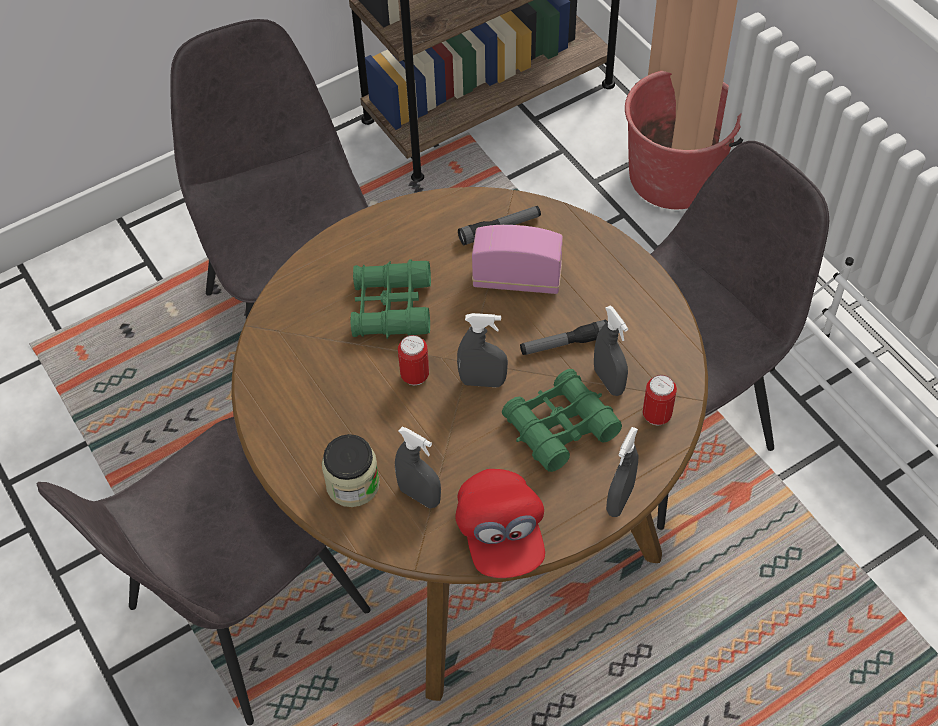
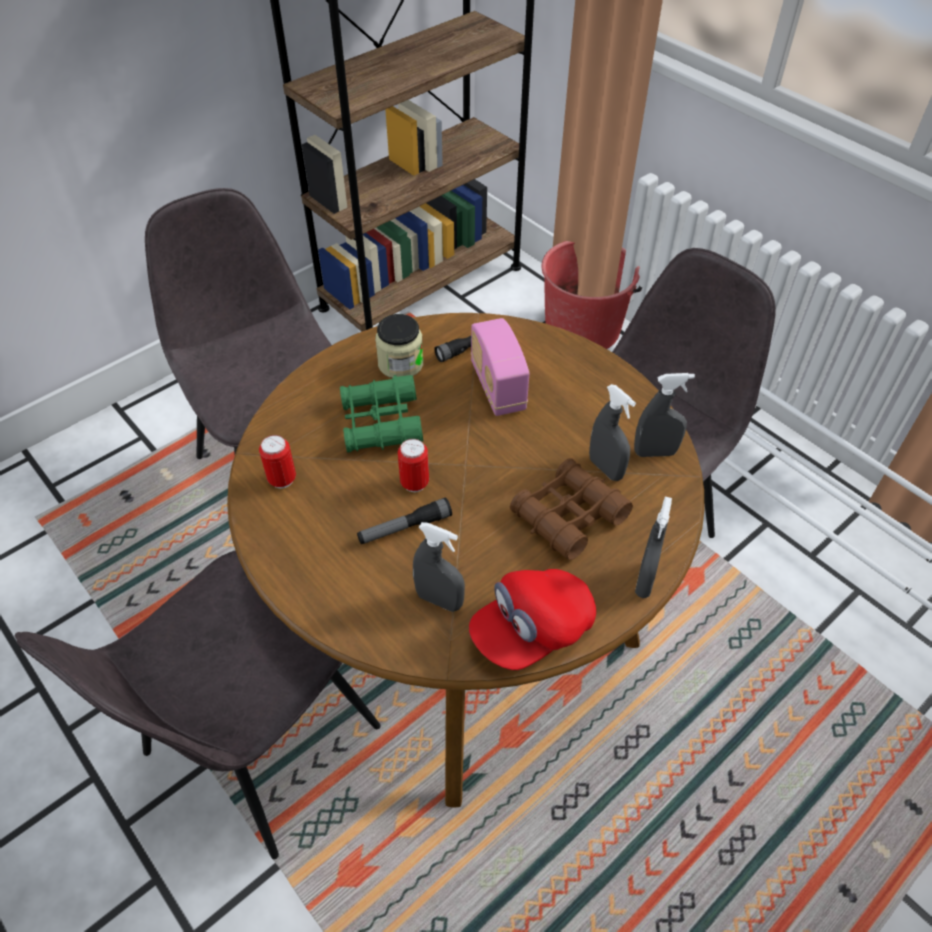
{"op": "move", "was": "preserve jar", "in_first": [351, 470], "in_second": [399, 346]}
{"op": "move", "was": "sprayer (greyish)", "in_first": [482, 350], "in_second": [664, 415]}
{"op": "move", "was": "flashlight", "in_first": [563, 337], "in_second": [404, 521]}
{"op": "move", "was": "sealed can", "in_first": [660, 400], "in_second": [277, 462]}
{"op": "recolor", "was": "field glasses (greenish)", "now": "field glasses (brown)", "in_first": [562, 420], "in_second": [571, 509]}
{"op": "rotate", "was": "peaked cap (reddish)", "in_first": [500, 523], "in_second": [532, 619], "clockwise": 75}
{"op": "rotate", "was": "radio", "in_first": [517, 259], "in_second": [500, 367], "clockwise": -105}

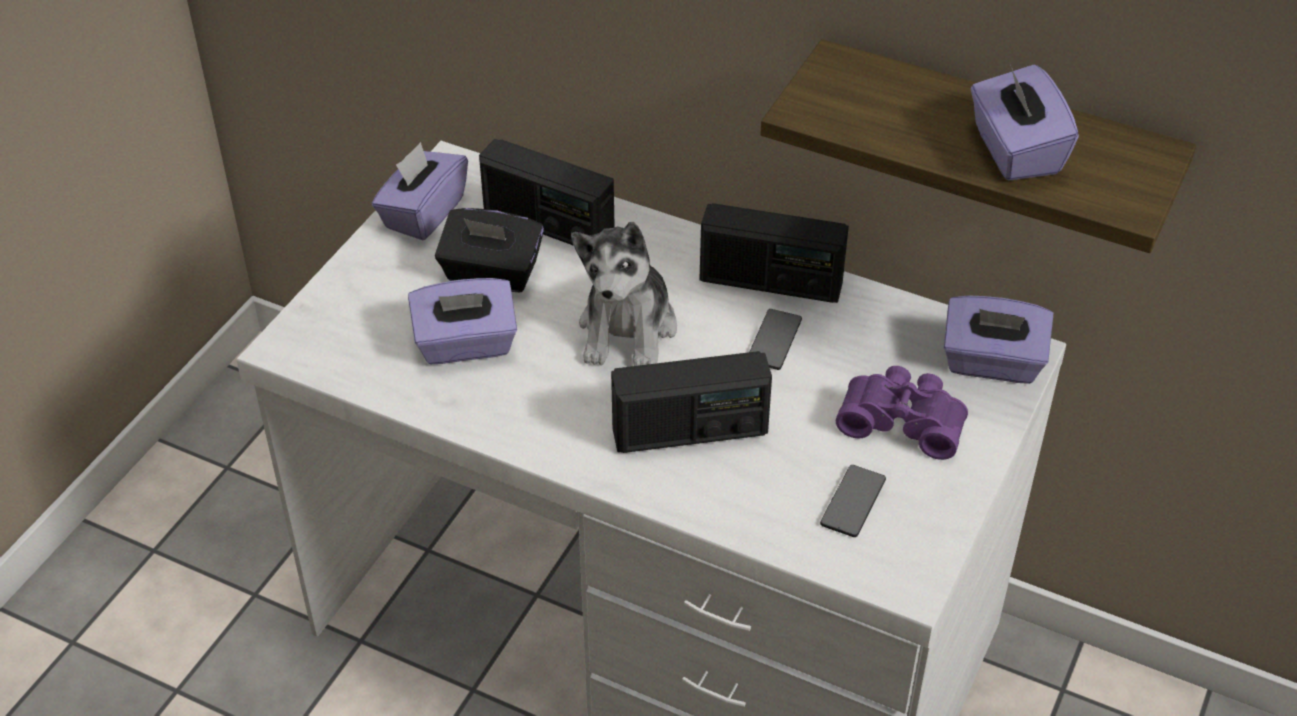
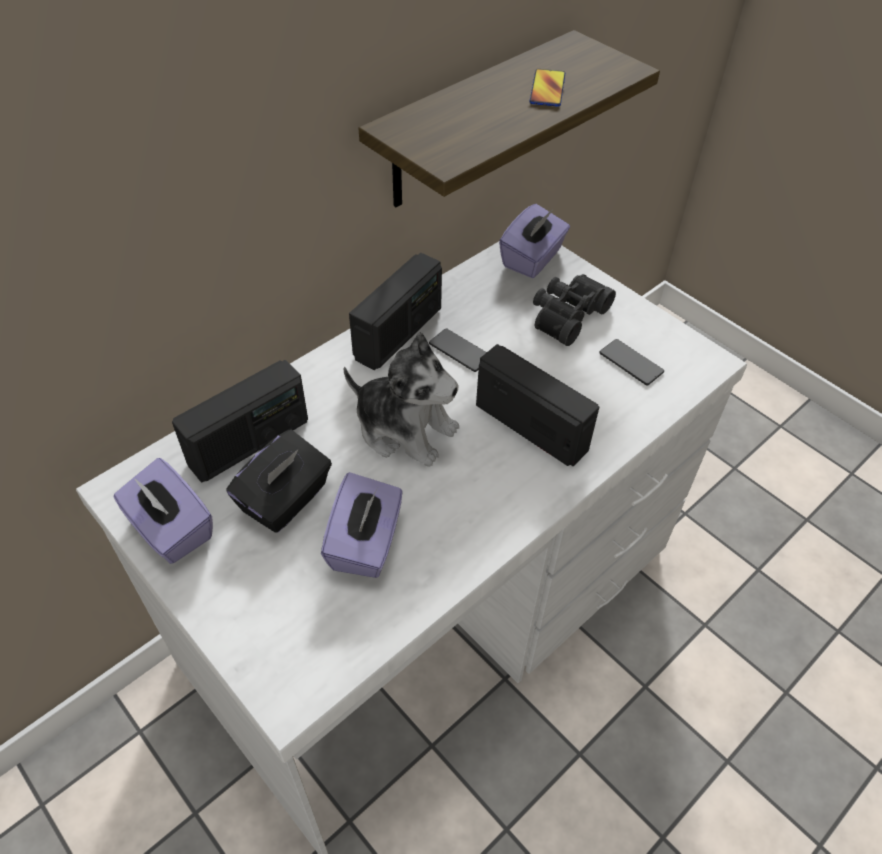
{"op": "replace", "was": "tissue box (purple-coloured)", "now": "phone", "in_first": [1025, 122], "in_second": [547, 88]}
{"op": "recolor", "was": "field glasses (purple-coloured)", "now": "field glasses (black-coloured)", "in_first": [902, 413], "in_second": [574, 310]}
{"op": "rotate", "was": "radio", "in_first": [691, 402], "in_second": [537, 405], "clockwise": -60}

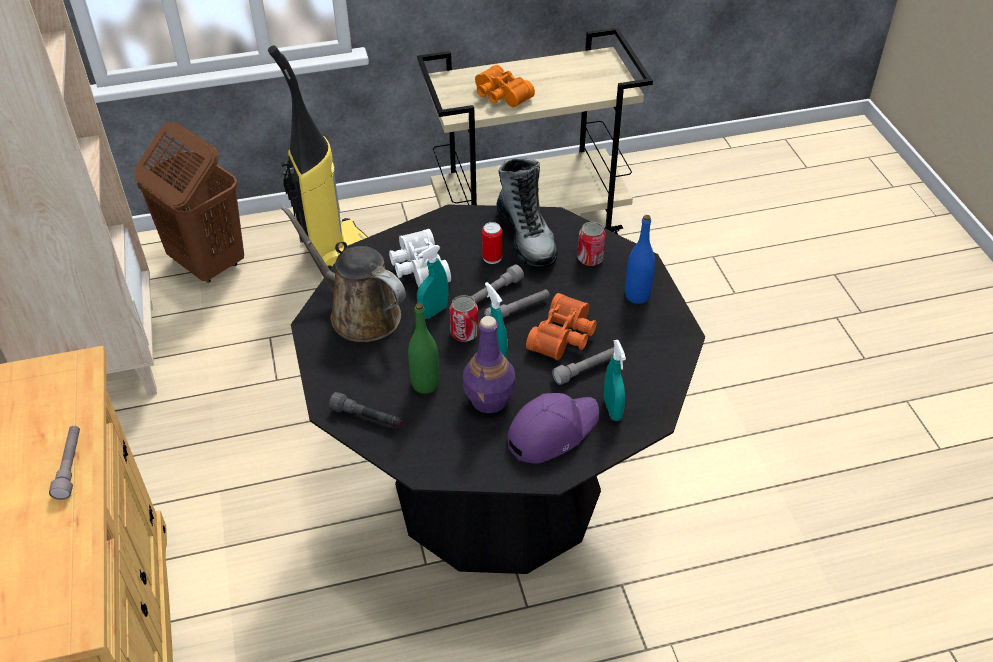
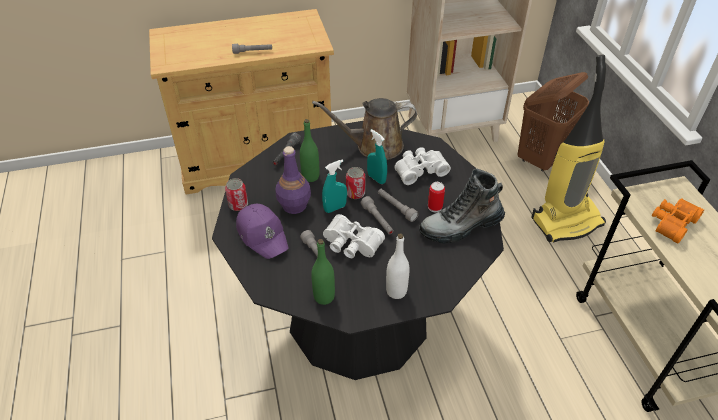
{"op": "delete", "was": "sprayer (turquoise)", "in_first": [615, 380]}
{"op": "insert", "now": "bottle (greenish)", "in_second": [323, 272]}
{"op": "move", "was": "sealed can", "in_first": [592, 244], "in_second": [236, 194]}
{"op": "recolor", "was": "field glasses (orange-coloured)", "now": "field glasses (whitish)", "in_first": [561, 326], "in_second": [354, 236]}
{"op": "recolor", "was": "bottle (bluish)", "now": "bottle (whitish)", "in_first": [640, 259], "in_second": [398, 266]}
{"op": "rotate", "was": "watering can (brown)", "in_first": [343, 273], "in_second": [364, 129], "clockwise": -135}

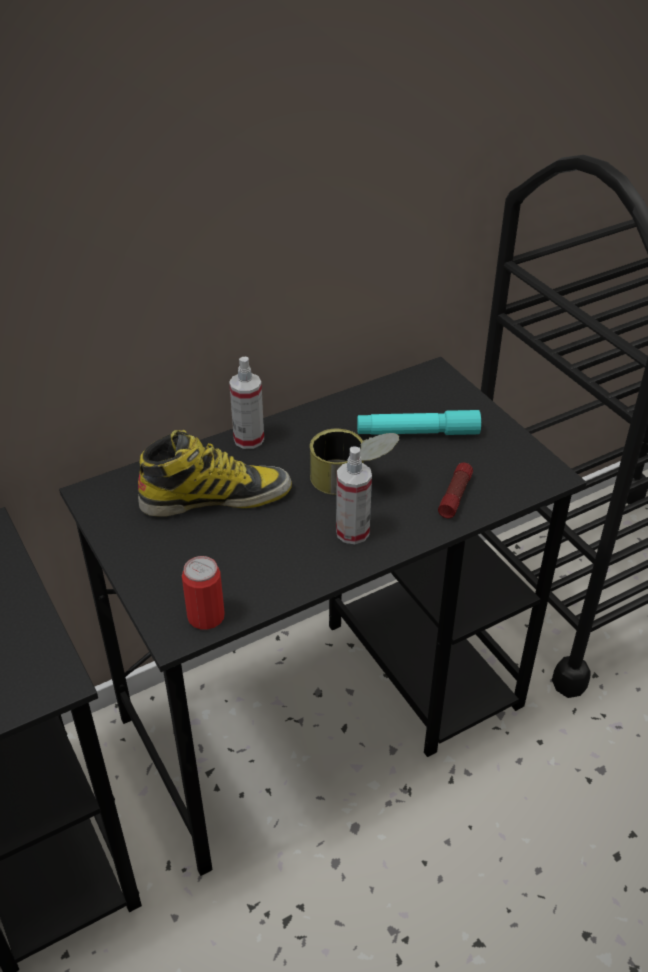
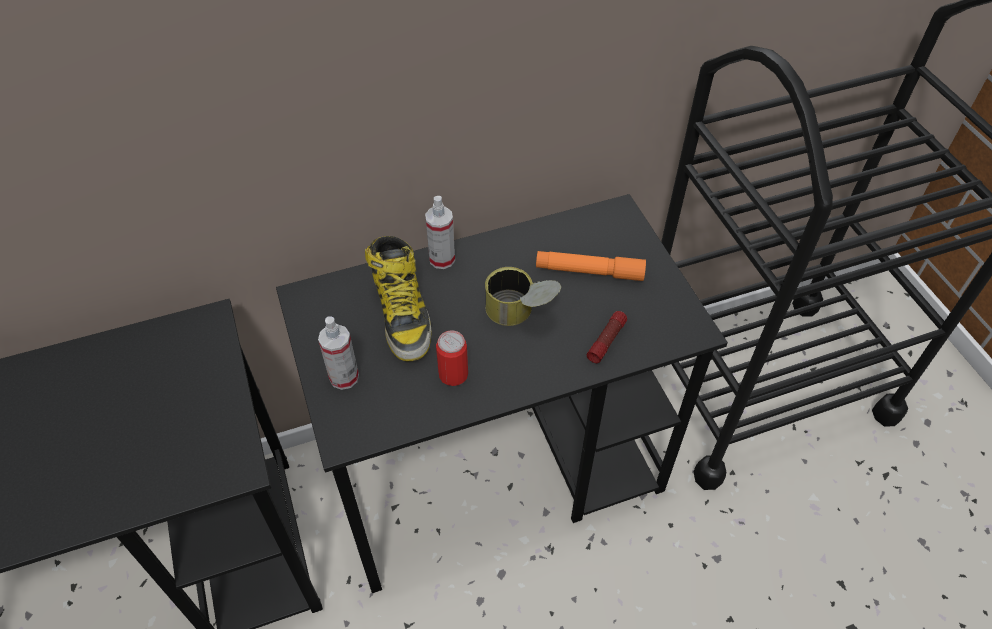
{"op": "move", "was": "sealed can", "in_first": [203, 593], "in_second": [452, 358]}
{"op": "move", "was": "sprayer", "in_first": [354, 495], "in_second": [338, 353]}
{"op": "recolor", "was": "flashlight (turquoise)", "now": "flashlight (orange-coloured)", "in_first": [419, 422], "in_second": [591, 266]}
{"op": "rotate", "was": "high-top boot", "in_first": [215, 473], "in_second": [398, 298], "clockwise": 75}

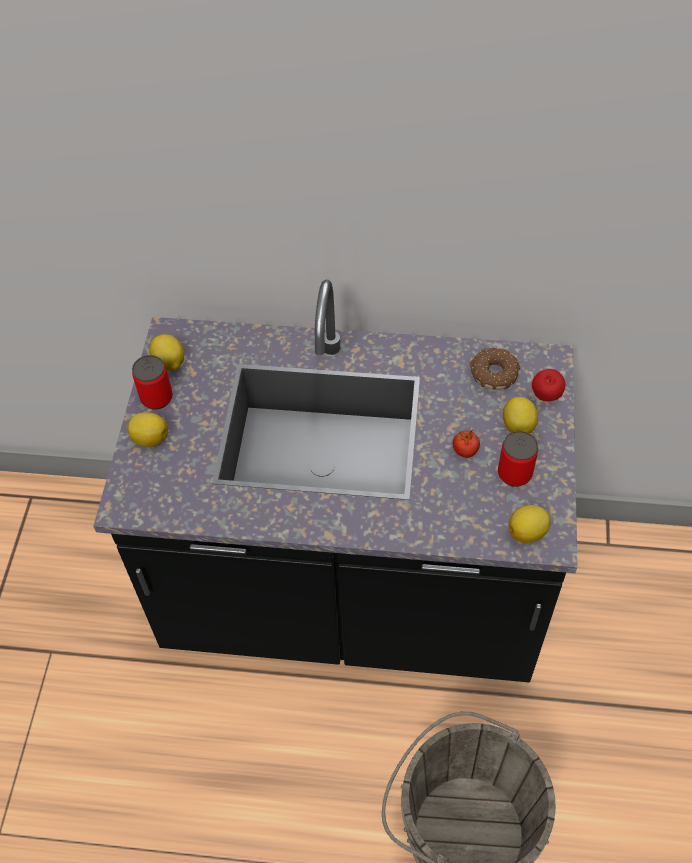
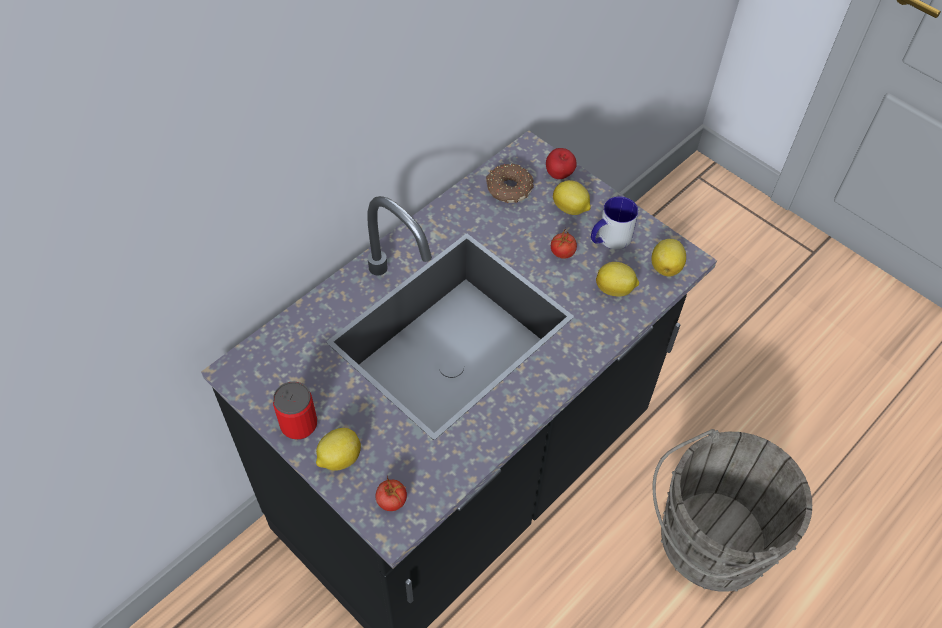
{"op": "insert", "now": "fresh tomato", "in_second": [391, 493]}
{"op": "move", "was": "whole lemon", "in_first": [166, 352], "in_second": [617, 279]}
{"op": "replace", "was": "sealed can", "now": "coffee mug", "in_first": [518, 459], "in_second": [614, 223]}

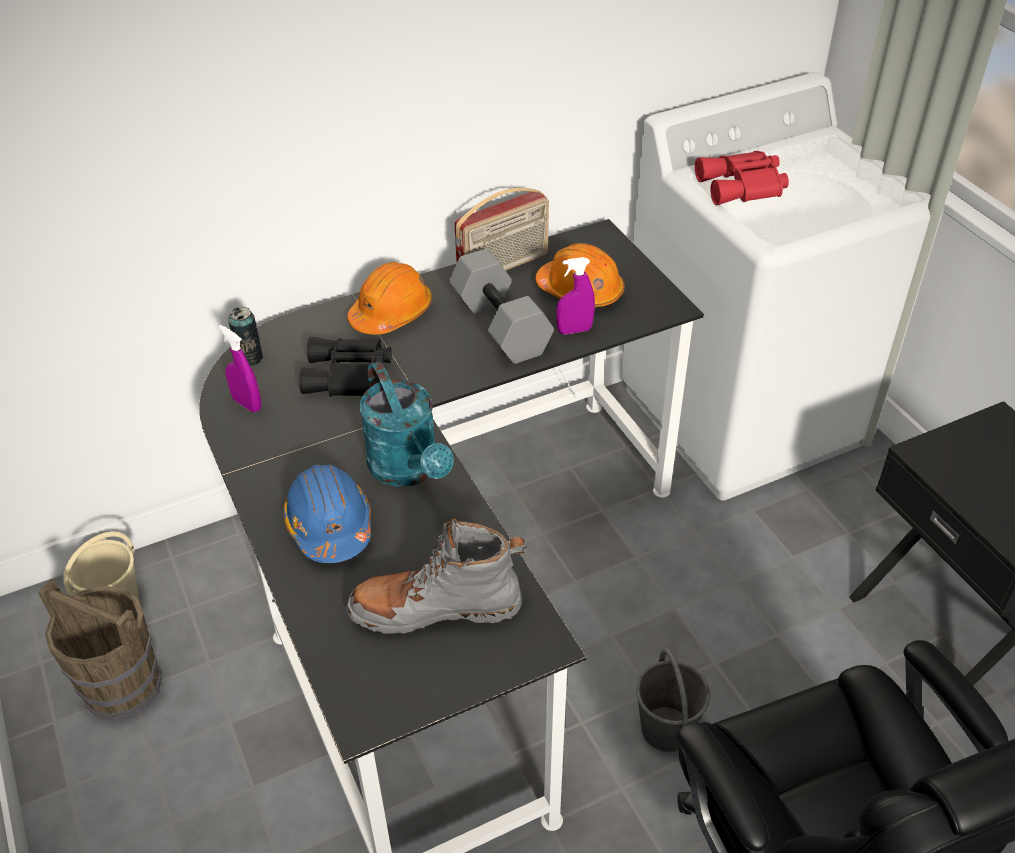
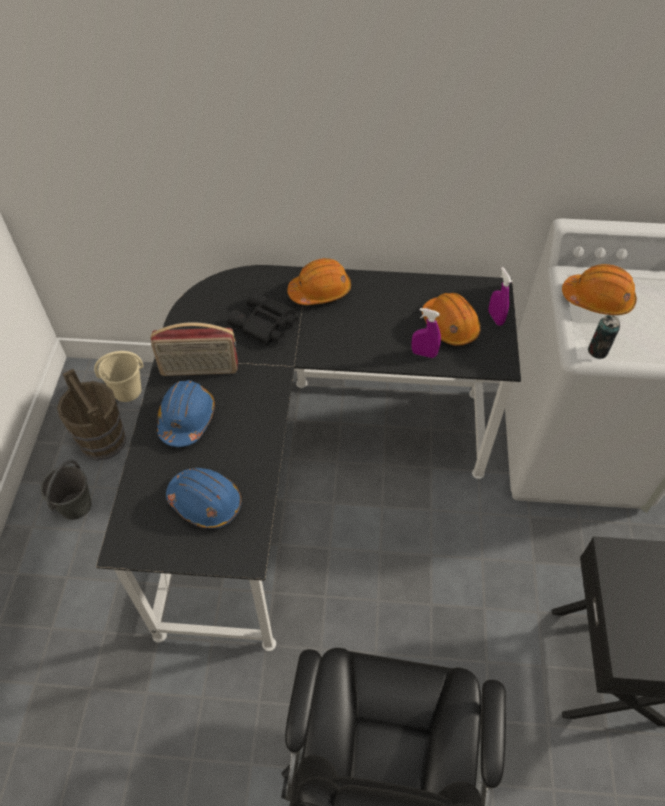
{"op": "delete", "was": "watering can (turquoise)", "in_first": [406, 424]}
{"op": "delete", "was": "free weight (greyish)", "in_first": [501, 306]}
{"op": "move", "was": "sprayer (purple-coloured)", "in_first": [240, 368], "in_second": [500, 296]}
{"op": "move", "was": "sealed can", "in_first": [245, 336], "in_second": [604, 337]}
{"op": "move", "was": "radio", "in_first": [502, 229], "in_second": [194, 349]}
{"op": "move", "was": "bucket (greyish)", "in_first": [673, 700], "in_second": [65, 490]}
{"op": "replace", "was": "high-top boot (greyish)", "now": "hard hat (bluish)", "in_first": [437, 576], "in_second": [204, 498]}
{"op": "replace", "was": "field glasses (reddish)", "now": "hard hat (orange-coloured)", "in_first": [742, 178], "in_second": [599, 289]}

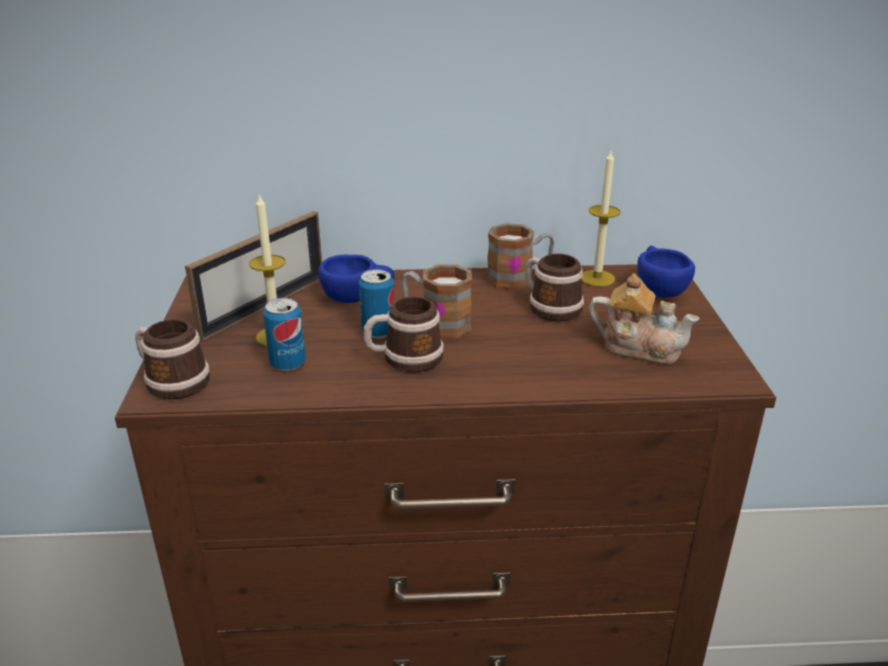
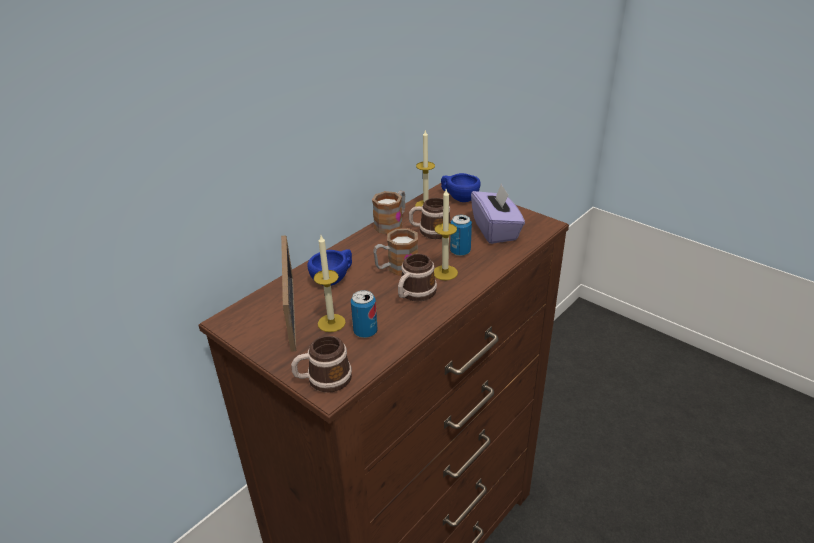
{"op": "insert", "now": "candle", "in_second": [446, 234]}
{"op": "move", "was": "sealed can", "in_first": [376, 303], "in_second": [461, 235]}
{"op": "replace", "was": "teapot", "now": "tissue box (purple-coloured)", "in_first": [644, 318], "in_second": [498, 213]}

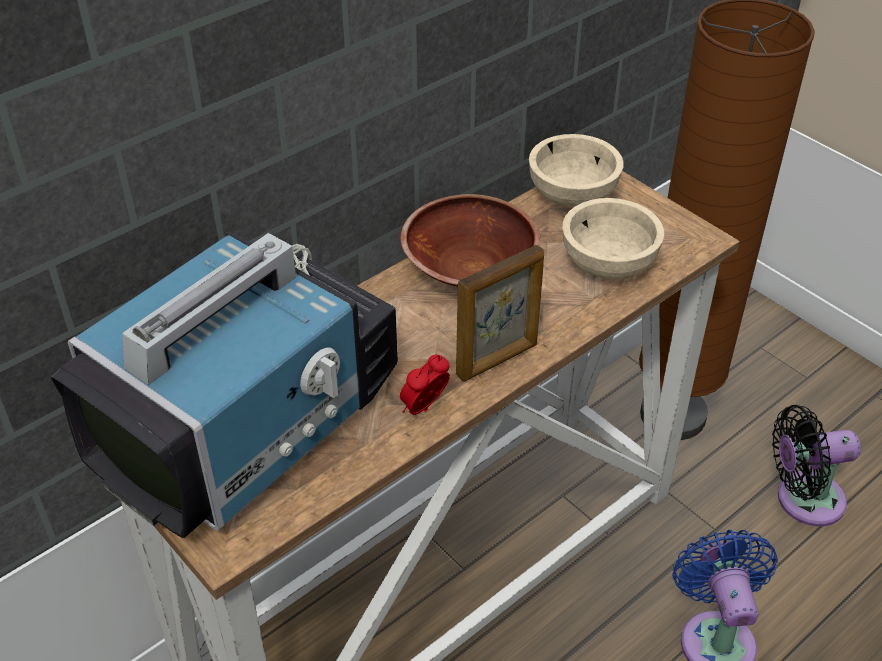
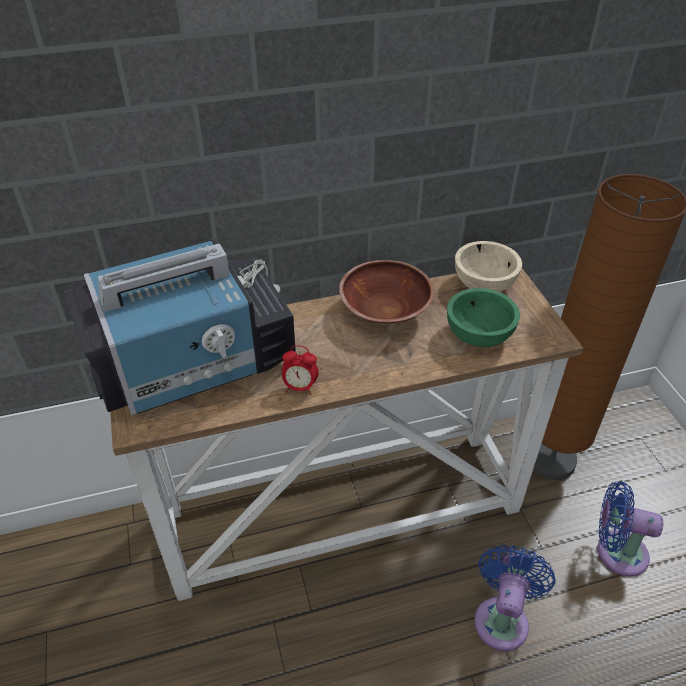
{"op": "delete", "was": "photo frame", "in_first": [500, 313]}
{"op": "recolor", "was": "bowl (beige)", "now": "bowl (greenish)", "in_first": [613, 238], "in_second": [483, 317]}
{"op": "recolor", "was": "cooling fan (black-coloured)", "now": "cooling fan (bluish)", "in_first": [816, 465], "in_second": [631, 529]}
{"op": "rotate", "was": "table clock", "in_first": [425, 385], "in_second": [300, 370], "clockwise": -150}

